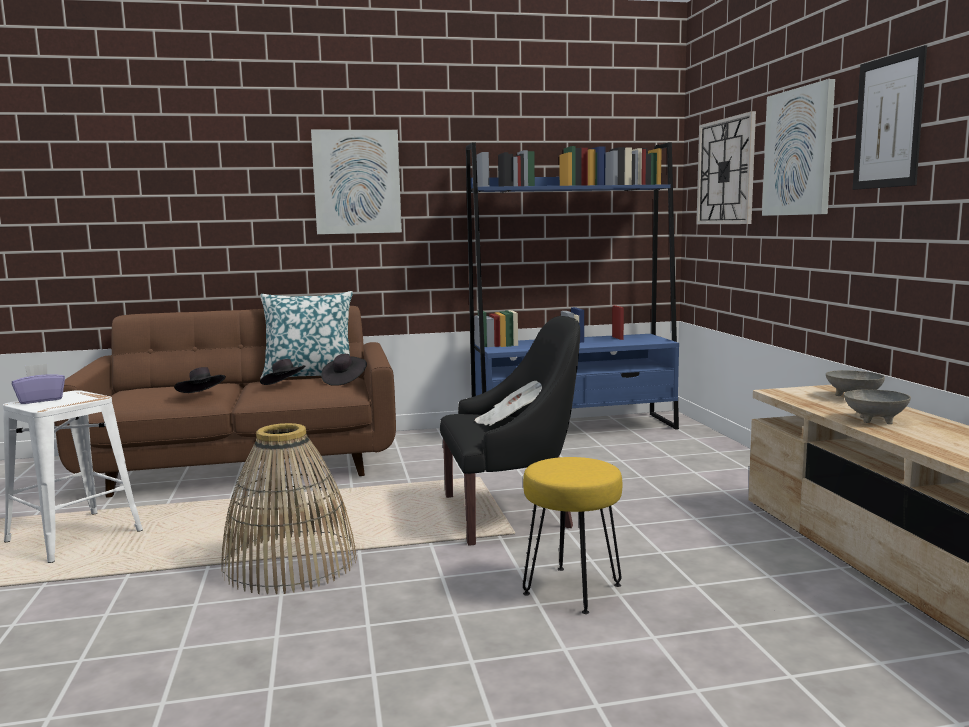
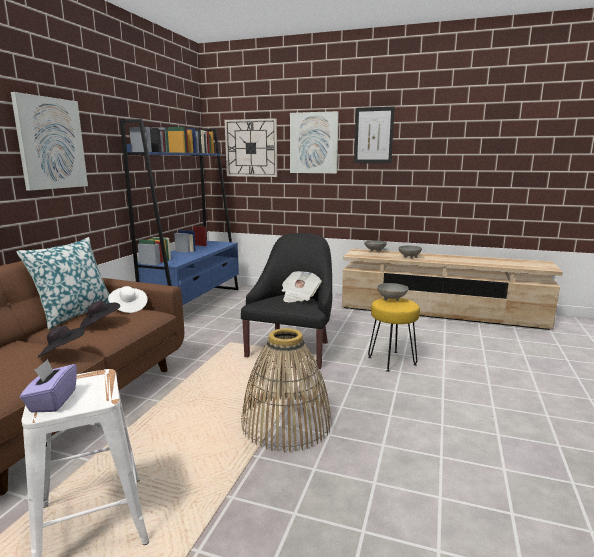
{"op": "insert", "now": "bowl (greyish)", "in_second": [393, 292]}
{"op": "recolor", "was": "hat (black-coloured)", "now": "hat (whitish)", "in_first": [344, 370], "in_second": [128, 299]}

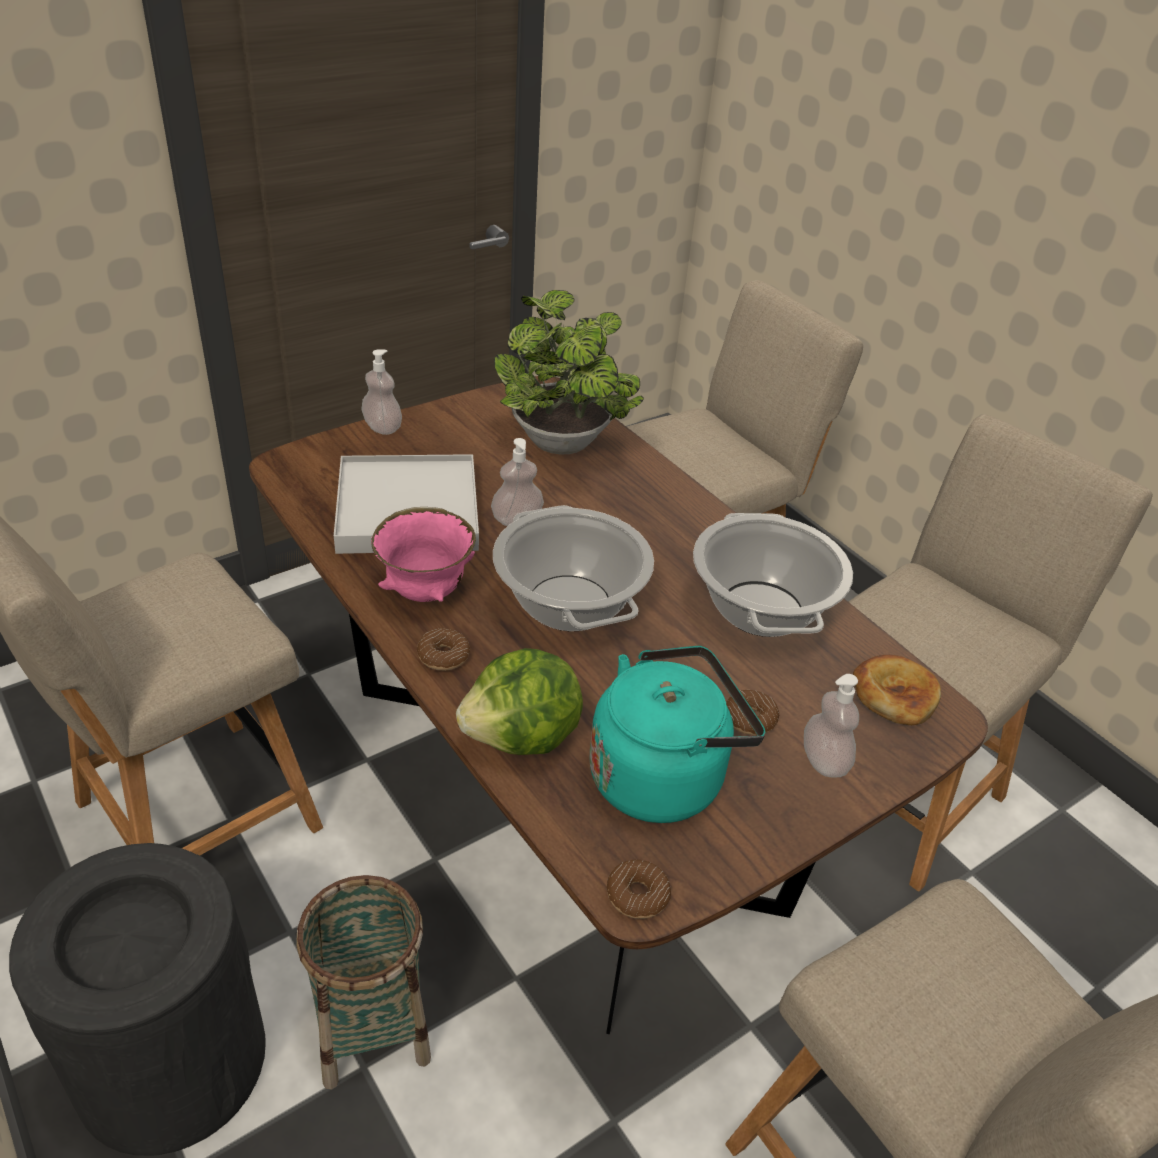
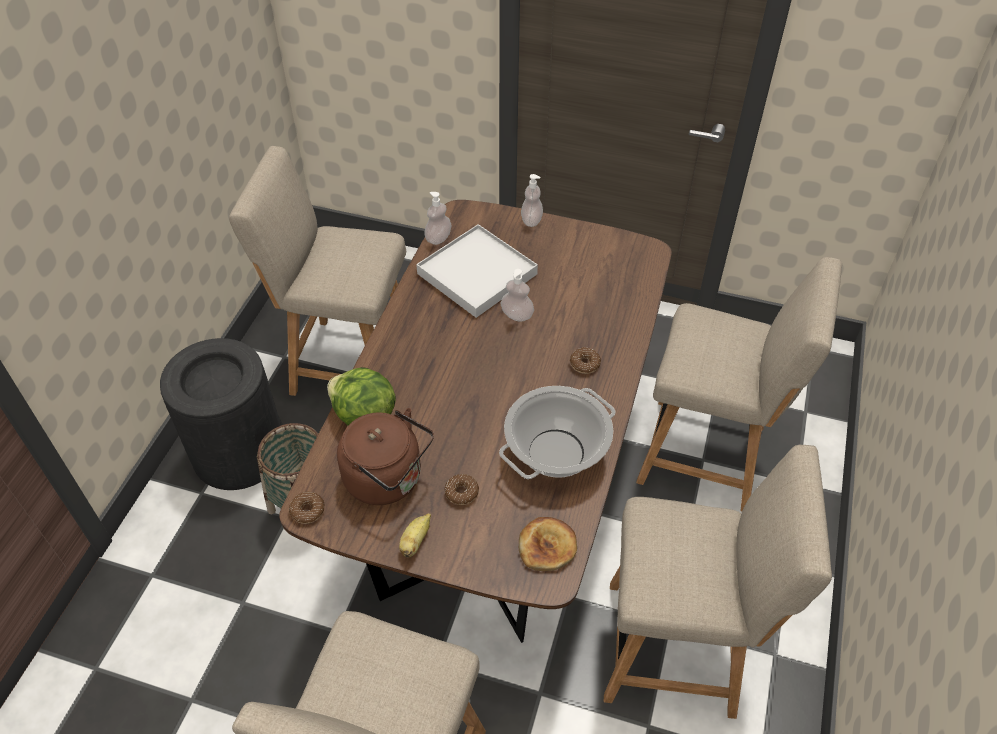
{"op": "delete", "was": "bowl (pink)", "in_first": [423, 554]}
{"op": "delete", "was": "cooking pot", "in_first": [573, 568]}
{"op": "delete", "was": "potted plant", "in_first": [569, 372]}
{"op": "insert", "now": "banana", "in_second": [415, 535]}
{"op": "move", "was": "ring doughnut", "in_first": [443, 649], "in_second": [585, 360]}
{"op": "move", "was": "liquid soap bottle", "in_first": [831, 726], "in_second": [437, 218]}
{"op": "recolor", "was": "kettle (turquoise)", "now": "kettle (brown)", "in_first": [677, 734], "in_second": [385, 456]}

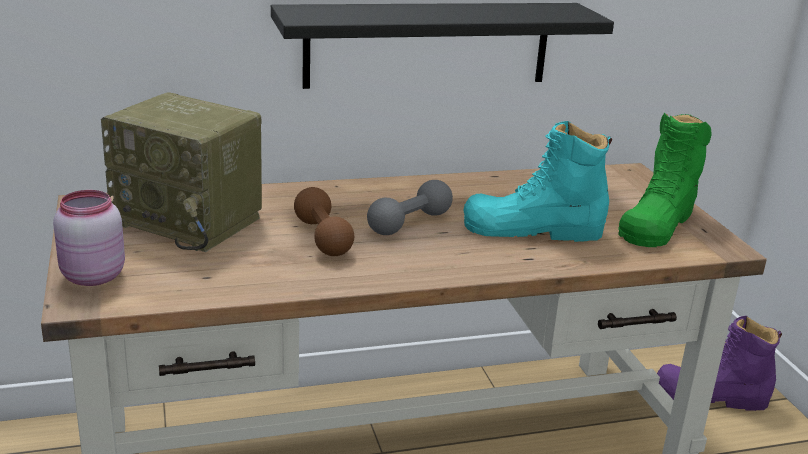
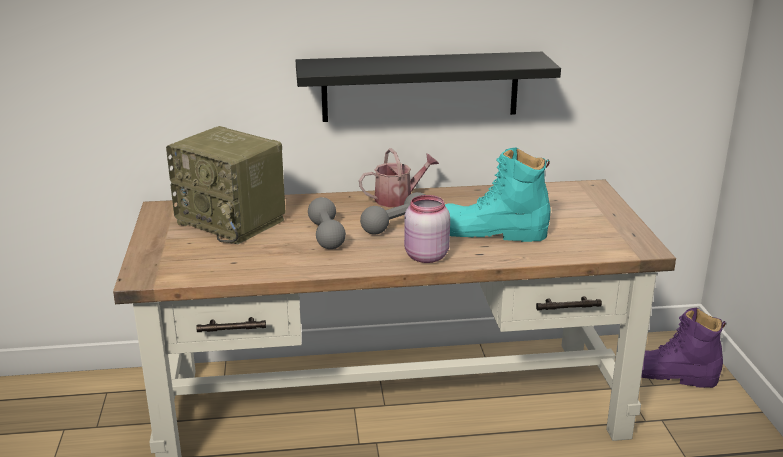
{"op": "delete", "was": "high-top boot (greenish)", "in_first": [665, 179]}
{"op": "insert", "now": "watering can", "in_second": [399, 177]}
{"op": "move", "was": "preserve jar (pink)", "in_first": [89, 238], "in_second": [427, 229]}
{"op": "recolor", "was": "free weight (brown)", "now": "free weight (greyish)", "in_first": [324, 221], "in_second": [327, 223]}

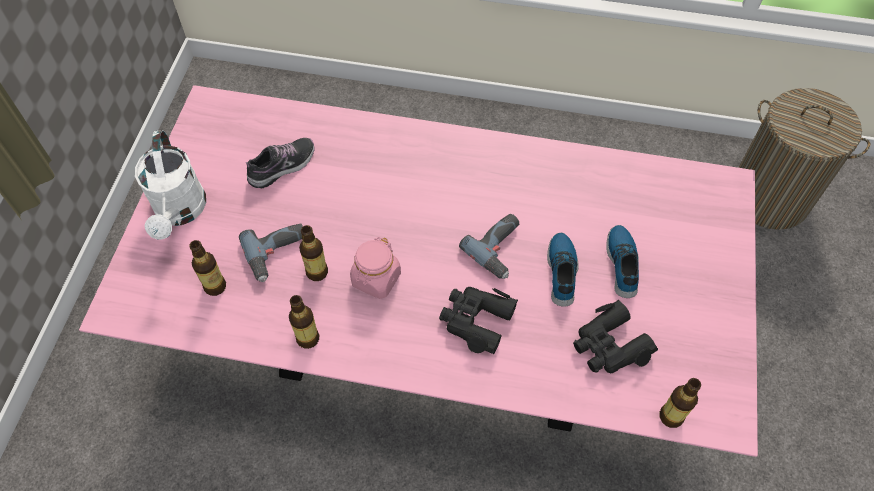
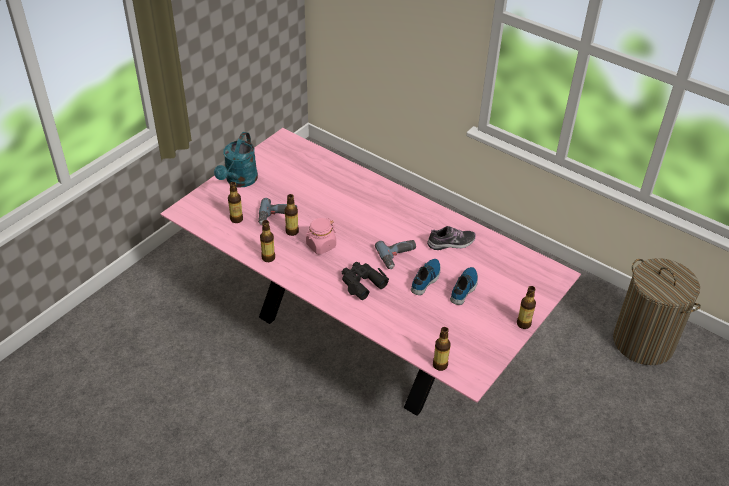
{"op": "delete", "was": "field glasses (black-coloured)", "in_first": [615, 336]}
{"op": "insert", "now": "bottle", "in_second": [526, 307]}
{"op": "move", "was": "item of footwear", "in_first": [280, 163], "in_second": [451, 238]}
{"op": "recolor", "was": "watering can (whitish)", "now": "watering can (turquoise)", "in_first": [170, 185], "in_second": [236, 160]}

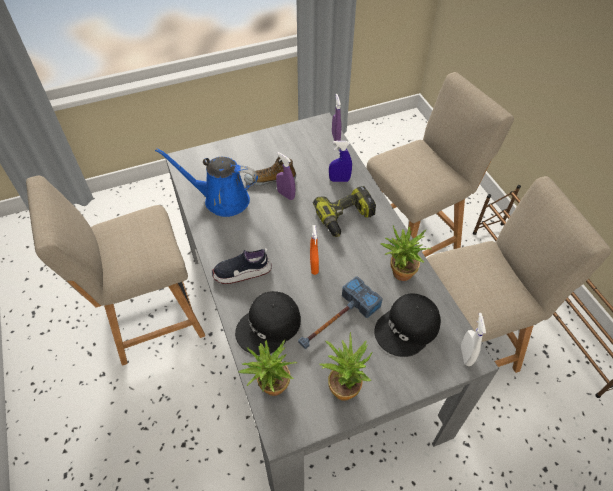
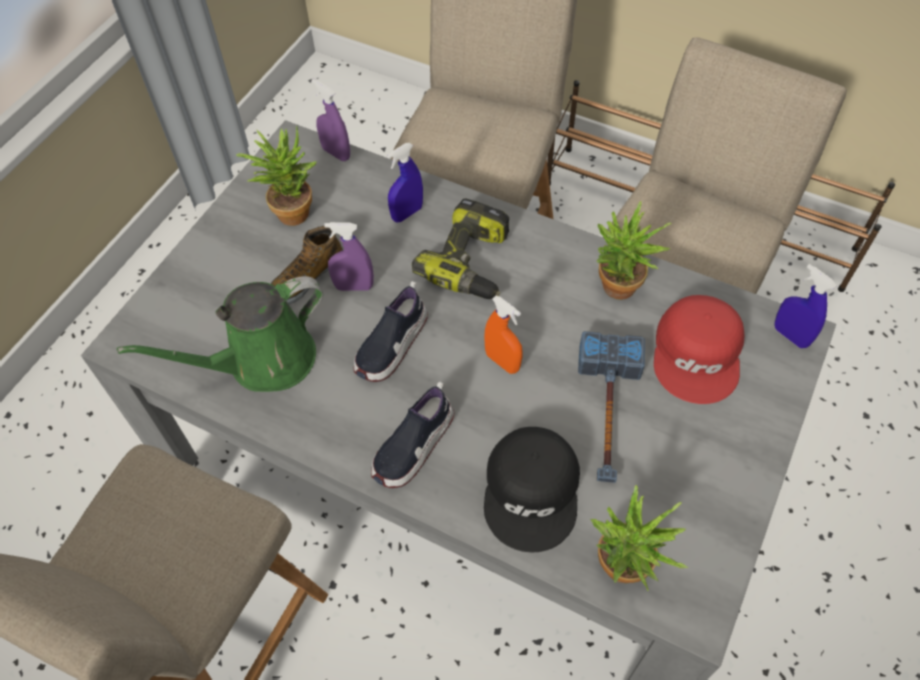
{"op": "insert", "now": "item of footwear", "in_second": [391, 331]}
{"op": "move", "was": "potted plant", "in_first": [345, 366], "in_second": [276, 176]}
{"op": "recolor", "was": "watering can (bluish)", "now": "watering can (greenish)", "in_first": [206, 182], "in_second": [220, 334]}
{"op": "recolor", "was": "peaked cap (black-coloured)", "now": "peaked cap (reddish)", "in_first": [407, 325], "in_second": [699, 349]}
{"op": "recolor", "was": "sprayer (whitish)", "now": "sprayer (bluish)", "in_first": [473, 339], "in_second": [806, 306]}

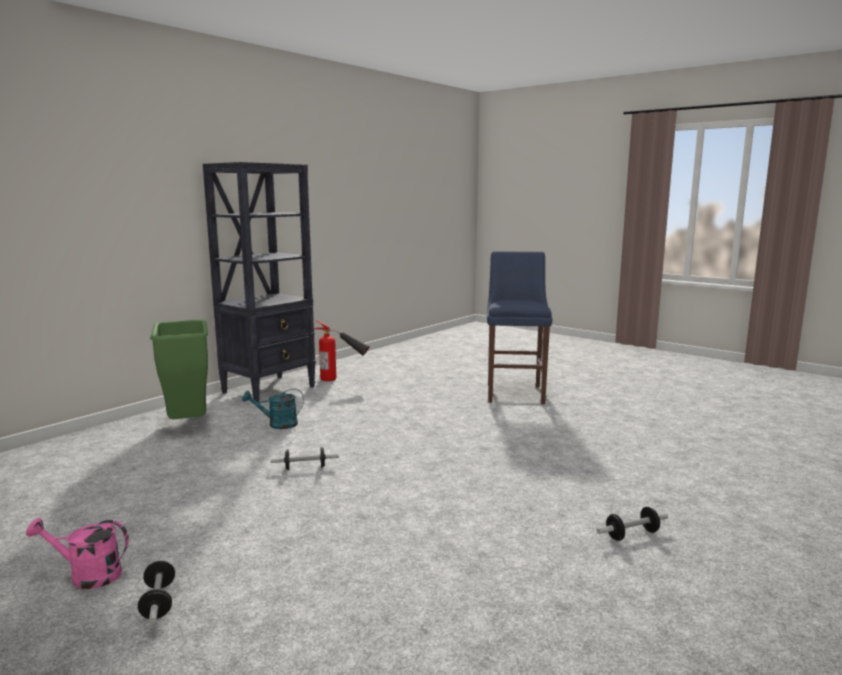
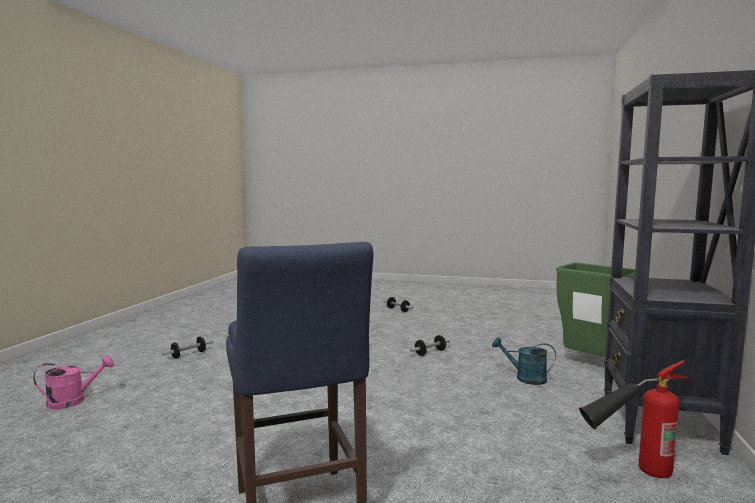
{"op": "move", "was": "watering can (pink)", "in_first": [77, 553], "in_second": [73, 382]}
{"op": "rotate", "was": "watering can (turquoise)", "in_first": [273, 408], "in_second": [524, 361], "clockwise": -120}

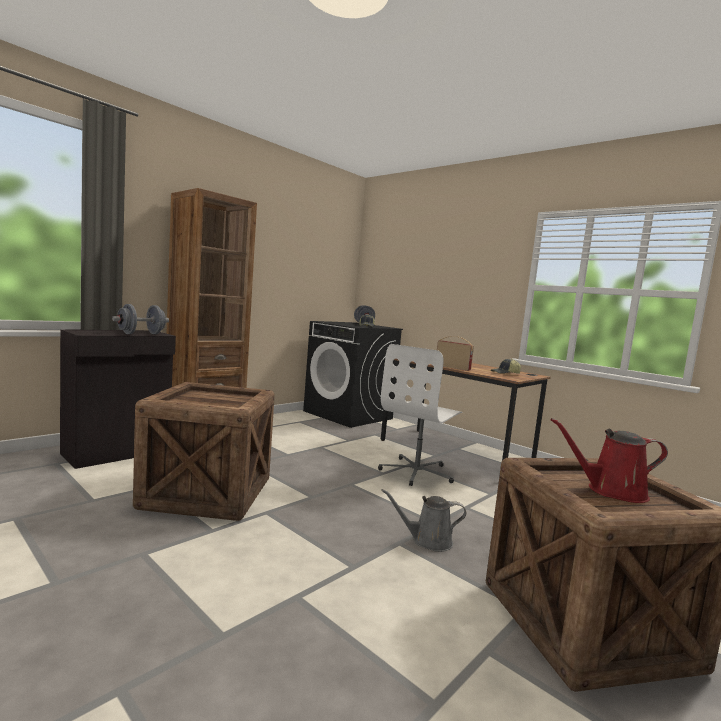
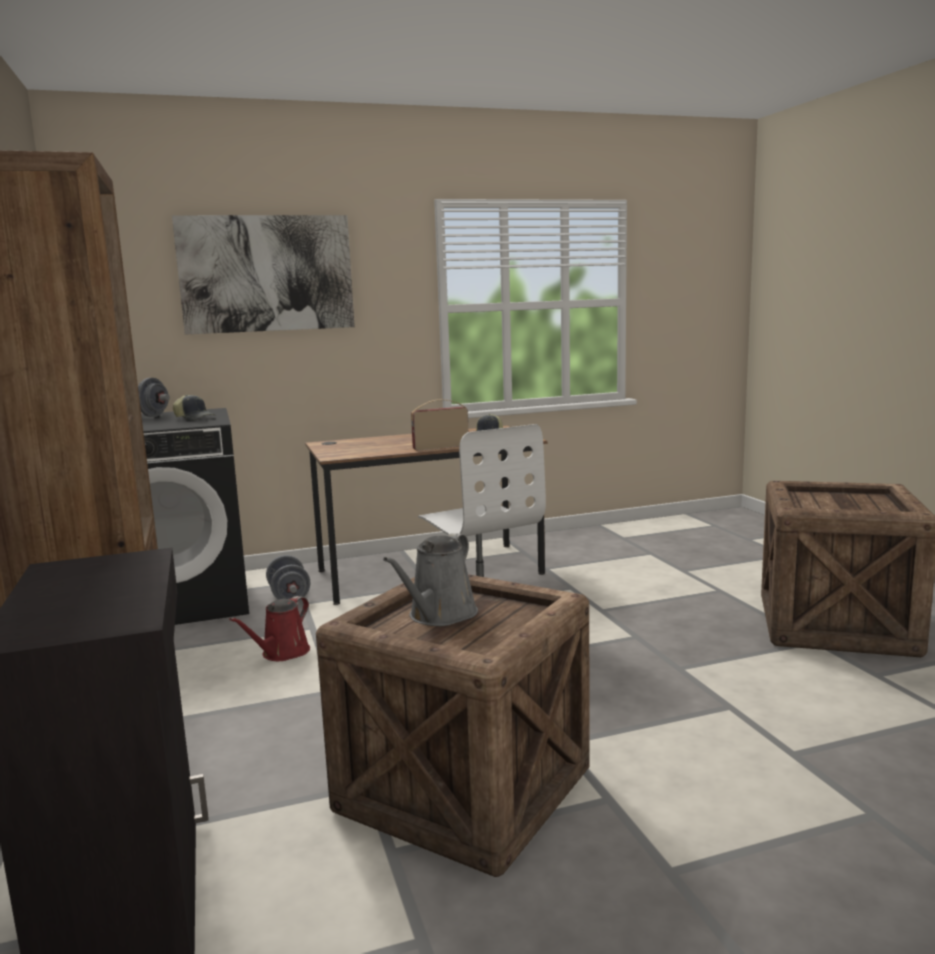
{"op": "insert", "now": "wall picture", "in_second": [263, 274]}
{"op": "move", "was": "free weight (greyish)", "in_first": [140, 319], "in_second": [288, 578]}
{"op": "move", "was": "watering can (greyish)", "in_first": [423, 520], "in_second": [430, 579]}
{"op": "move", "was": "watering can (reddish)", "in_first": [609, 460], "in_second": [269, 628]}

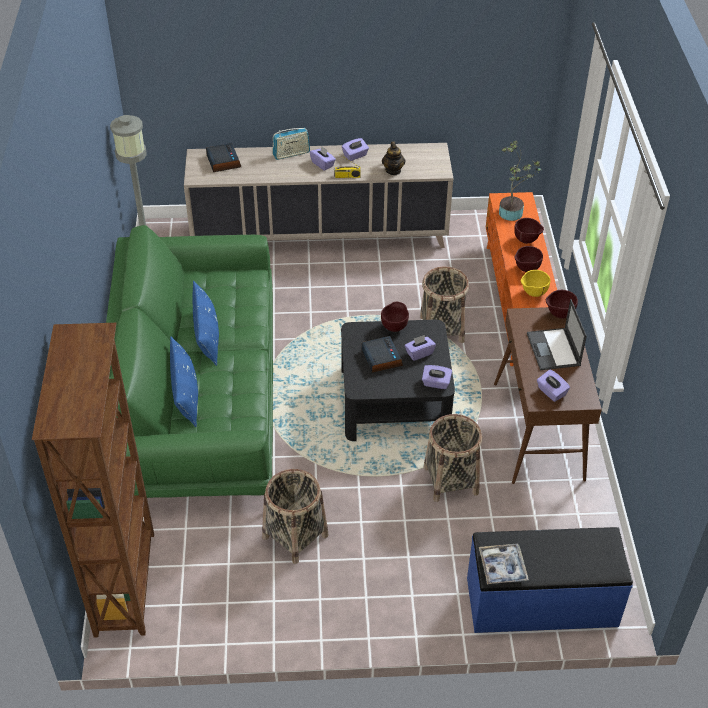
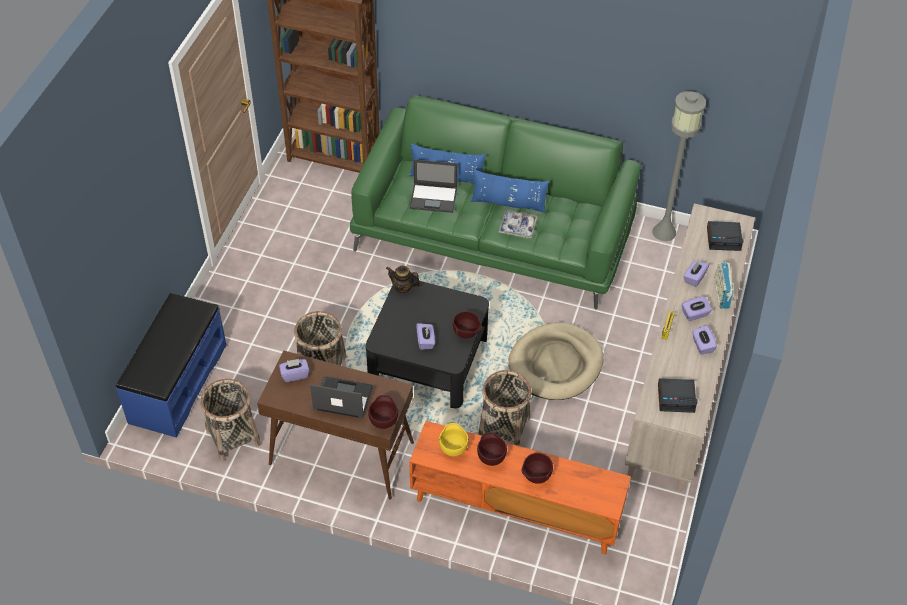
{"op": "delete", "was": "potted plant", "in_first": [520, 181]}
{"op": "insert", "now": "notebook computer", "in_second": [434, 186]}
{"op": "insert", "now": "pet bed (beige)", "in_second": [555, 361]}
{"op": "move", "was": "basket", "in_first": [295, 516], "in_second": [230, 420]}
{"op": "move", "was": "table clock", "in_first": [382, 354], "in_second": [677, 395]}
{"op": "move", "was": "teapot", "in_first": [394, 158], "in_second": [403, 279]}
{"op": "move", "was": "tissue box (purple-coloured)", "in_first": [437, 377], "in_second": [696, 273]}
{"op": "move", "was": "carrying tray", "in_first": [504, 564], "in_second": [518, 224]}

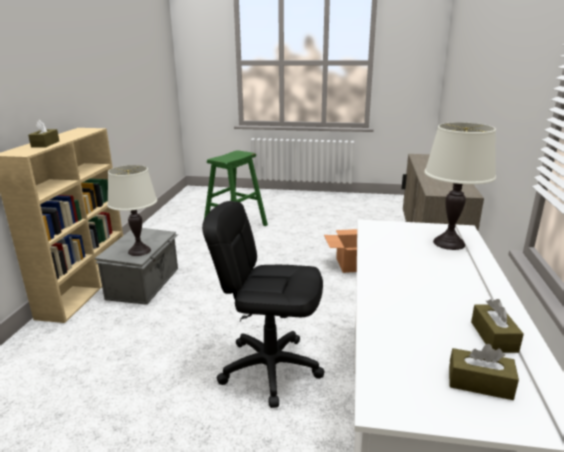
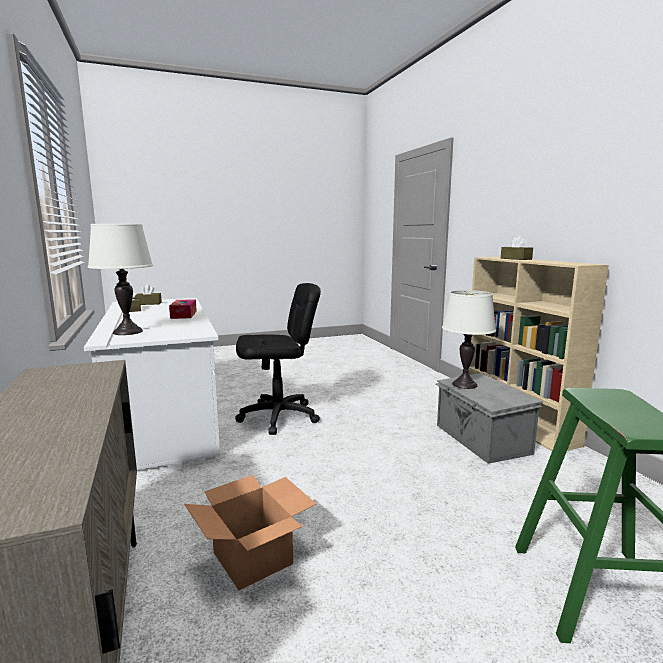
{"op": "insert", "now": "tissue box", "in_second": [183, 309]}

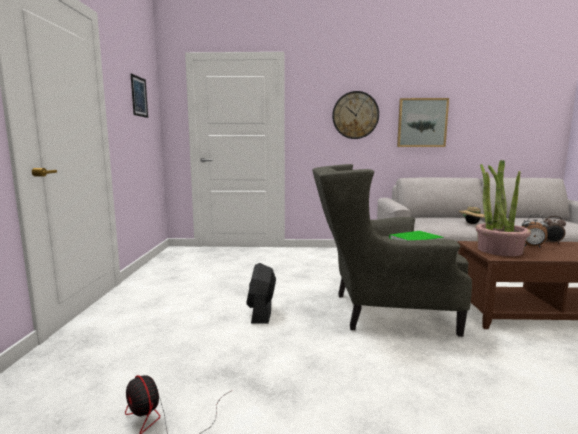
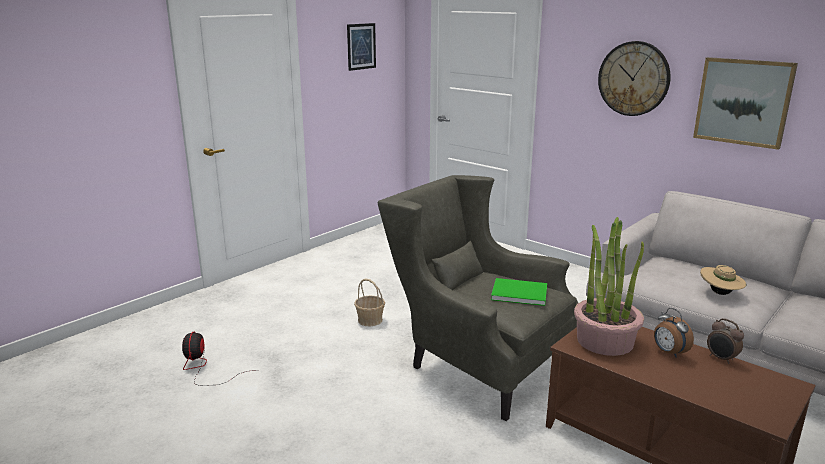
{"op": "replace", "was": "cooling fan (black-coloured)", "now": "basket", "in_first": [261, 293], "in_second": [369, 302]}

